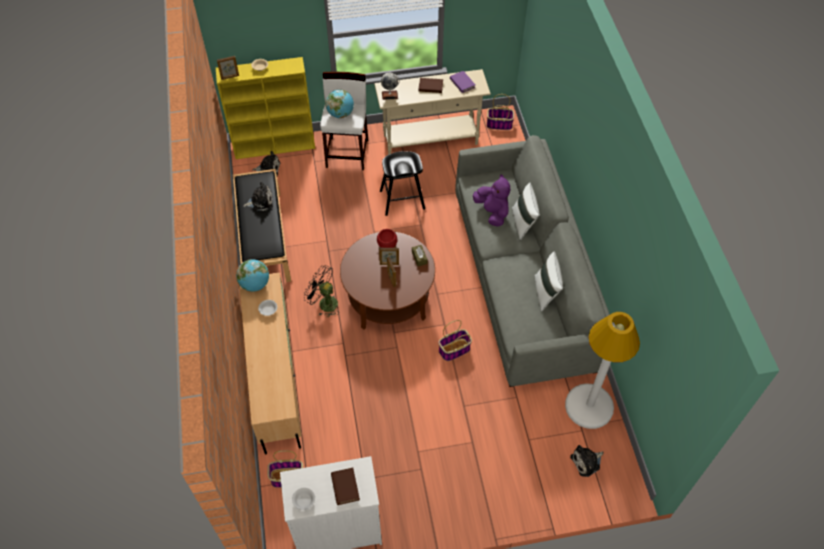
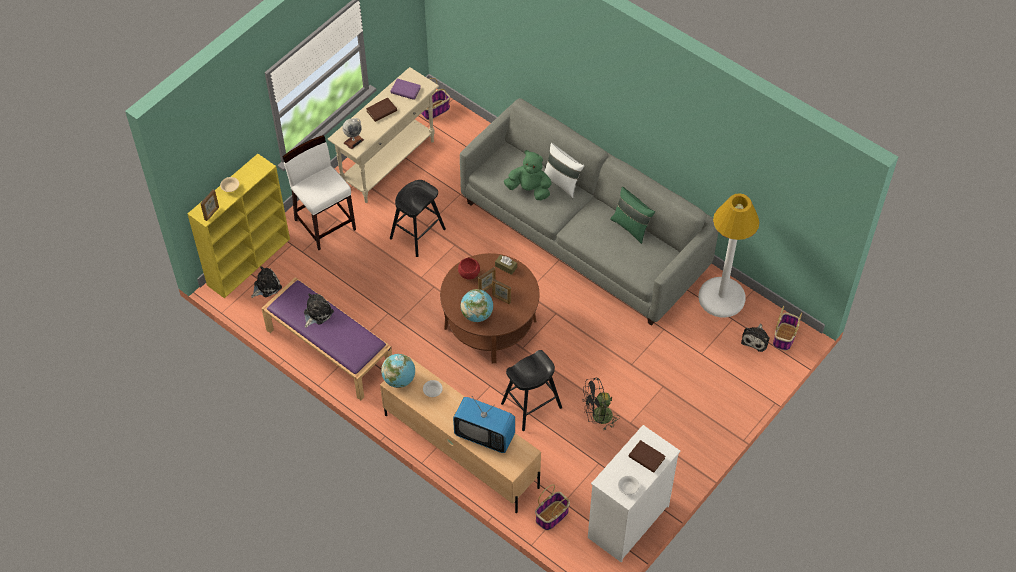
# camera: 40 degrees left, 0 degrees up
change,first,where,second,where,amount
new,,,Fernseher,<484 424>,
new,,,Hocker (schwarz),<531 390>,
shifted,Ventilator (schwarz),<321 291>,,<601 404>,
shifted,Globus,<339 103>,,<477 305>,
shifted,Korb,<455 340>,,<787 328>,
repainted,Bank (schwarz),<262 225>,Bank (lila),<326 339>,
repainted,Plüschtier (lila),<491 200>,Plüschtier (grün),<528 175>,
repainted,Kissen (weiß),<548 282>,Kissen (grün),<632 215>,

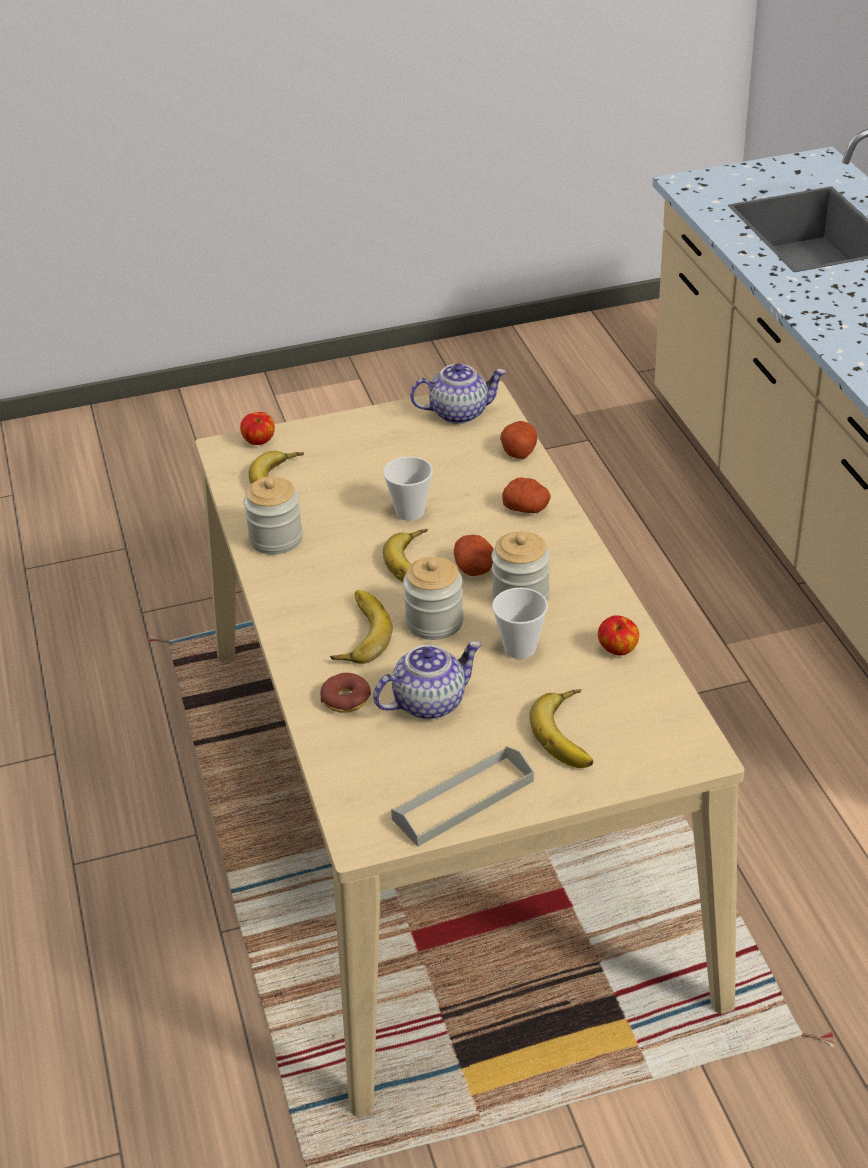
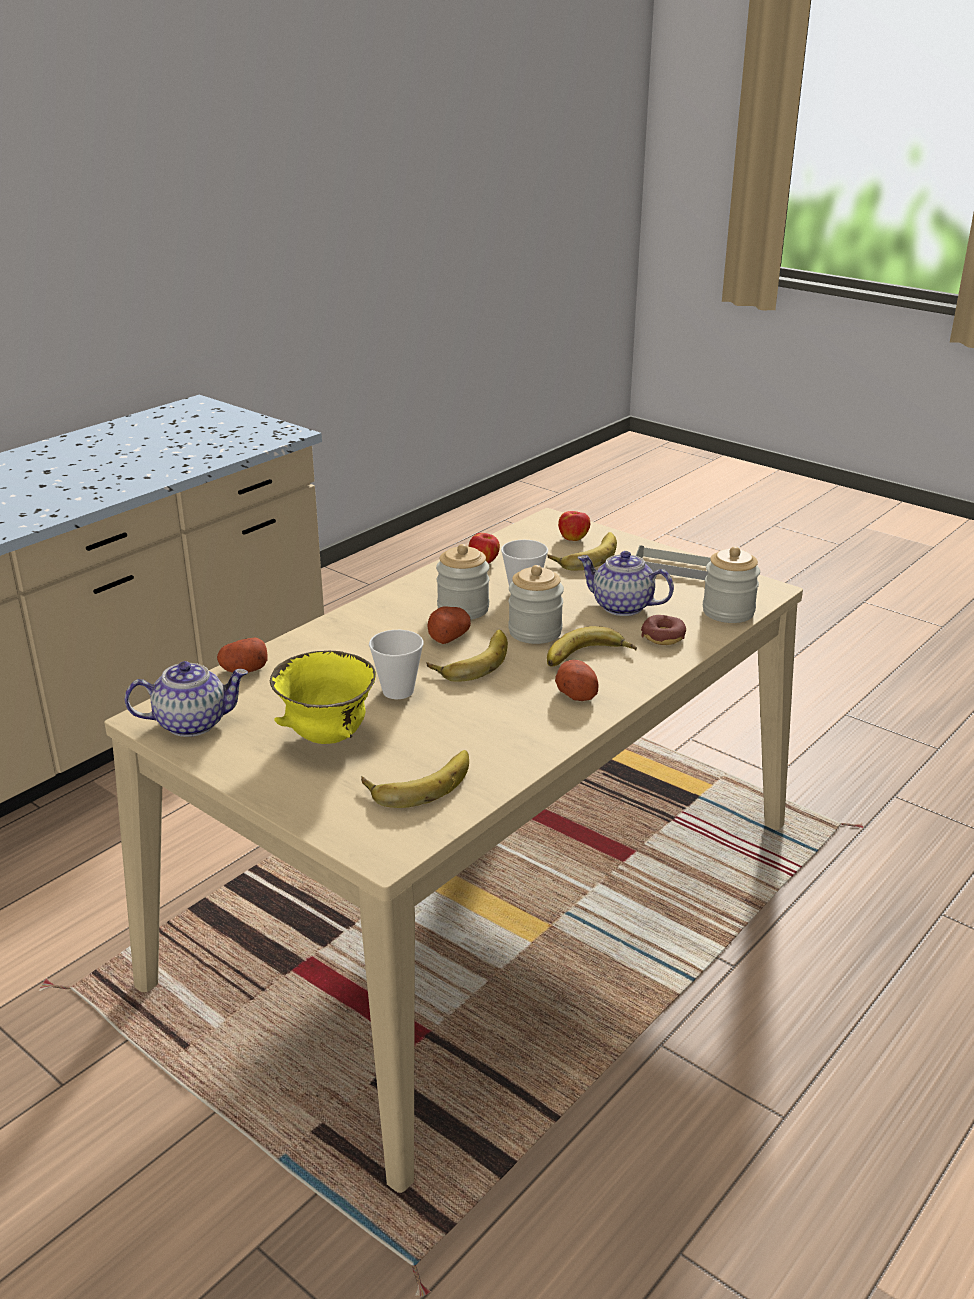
# camera: 125 degrees left, 10 degrees down
change,first,where,second,where,amount
new,,,Schüssel (gelb),<323 697>,
shifted,Apfel,<257 428>,,<574 526>,
shifted,Vorratsglas,<273 516>,,<731 584>,
shifted,Kartoffel,<526 495>,,<577 680>,
rotated,Teekanne,<458 393>,,<186 699>,120 degrees clockwise

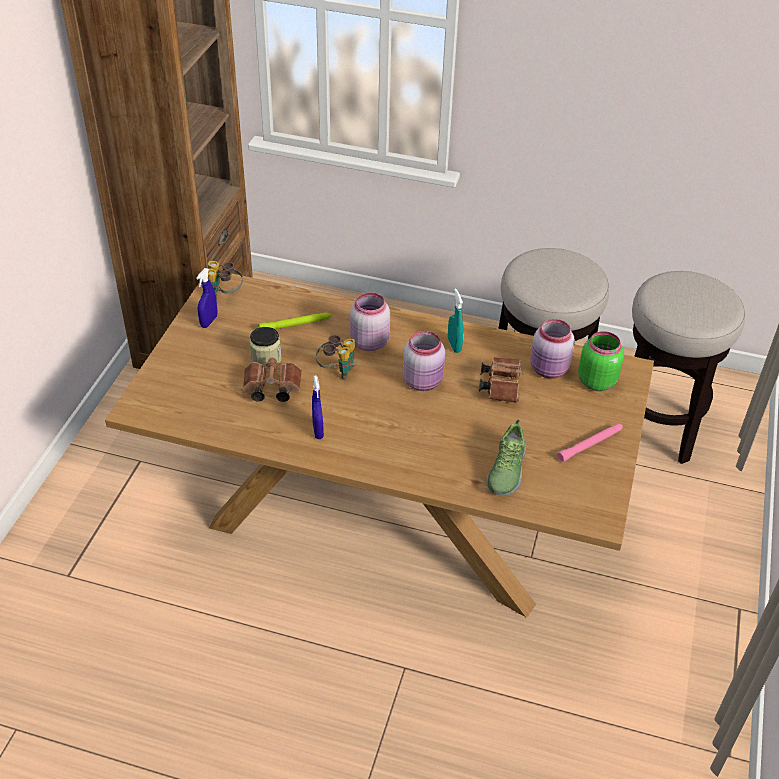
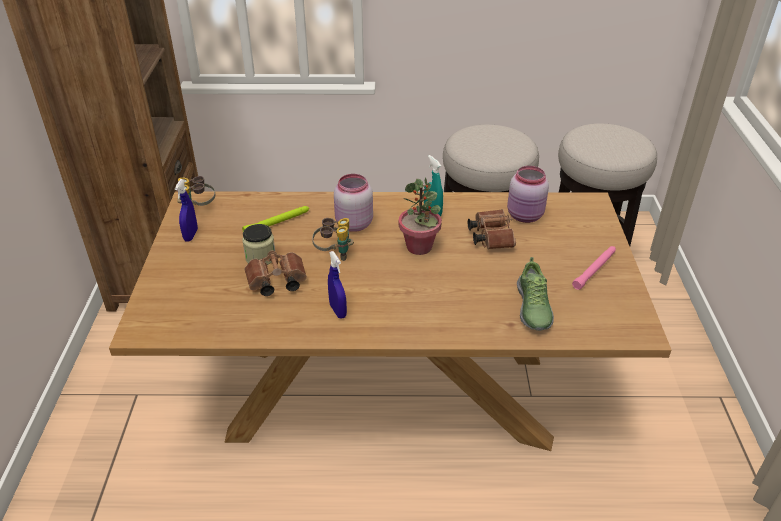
# camera: 15 degrees left, 5 degrees down
change,first,where,second,where,amount
gone,Vorratsglas (grün),<601 361>,,,
swapped,Vorratsglas (rosa),<424 361>,Topfpflanze,<420 216>,

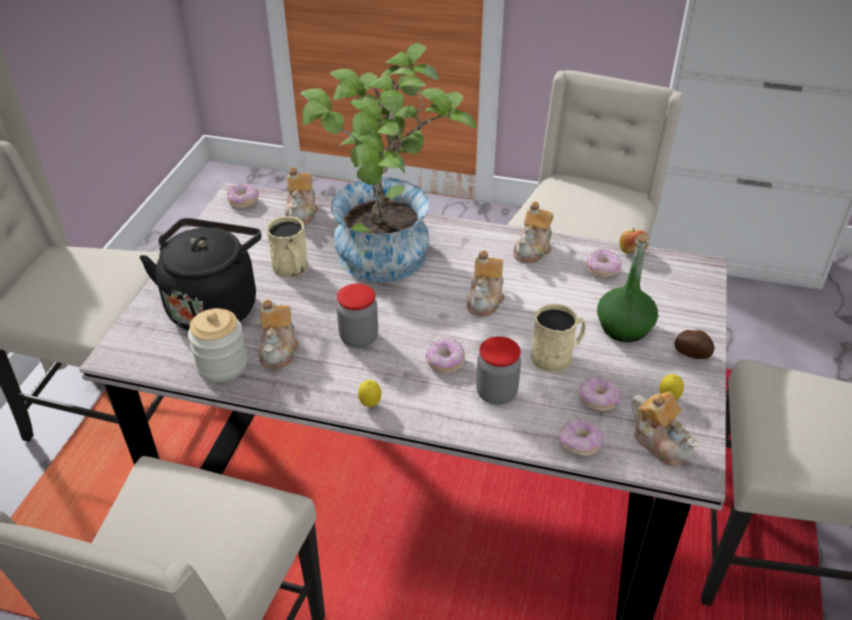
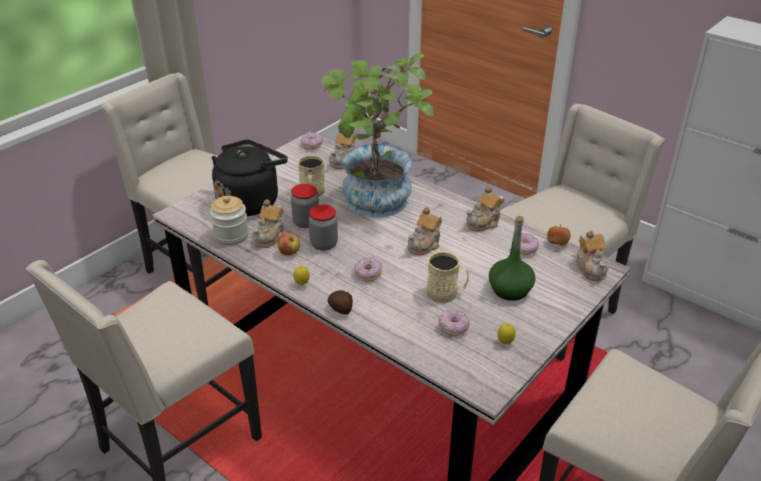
# camera: 25 degrees right, 5 degrees down
change,first,where,second,where,amount
gone,Donut,<581 437>,,,
new,,,Apfel,<288 244>,
shifted,Vorratsglas,<498 371>,,<305 206>,
shifted,Teekanne,<665 429>,,<592 255>,
shifted,Kartoffel,<695 344>,,<340 302>,

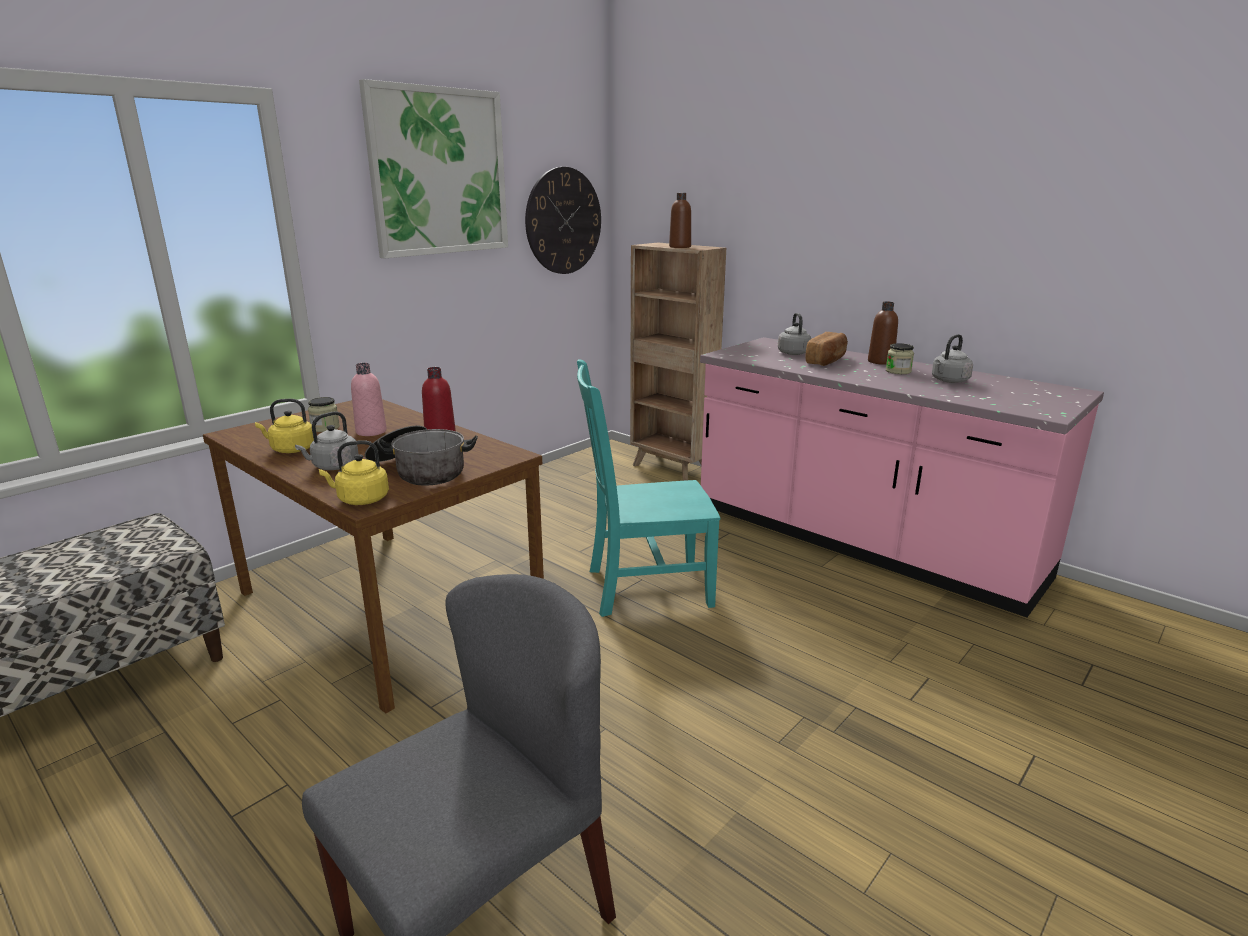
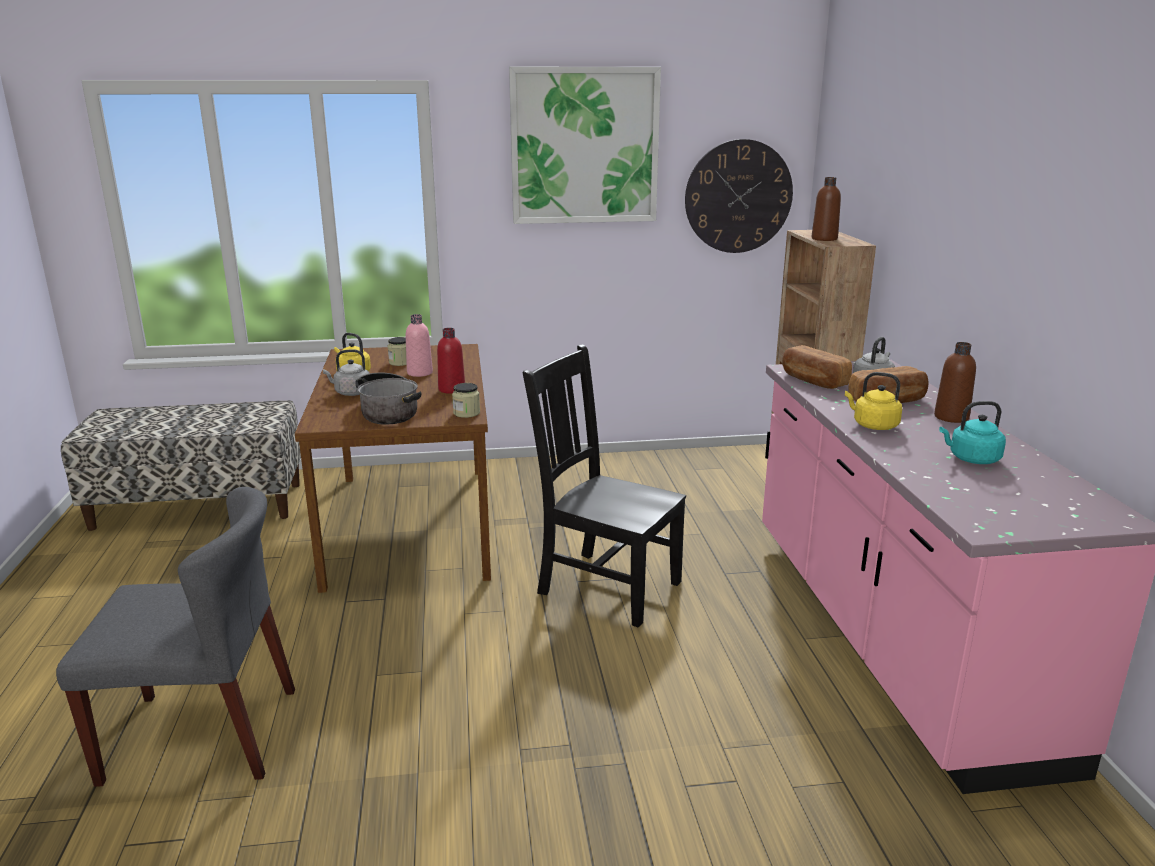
# camera: 40 degrees right, 0 degrees up
change,first,where,second,where,amount
new,,,Brot,<817 367>,
shifted,Wasserkessel (gelb),<354 472>,,<873 401>,
shifted,Vorratsglas,<900 358>,,<466 400>,
repainted,Stuhl (türkis),<648 488>,Stuhl (schwarz),<604 486>,
repainted,Wasserkessel (grau),<952 358>,Wasserkessel (türkis),<972 432>,

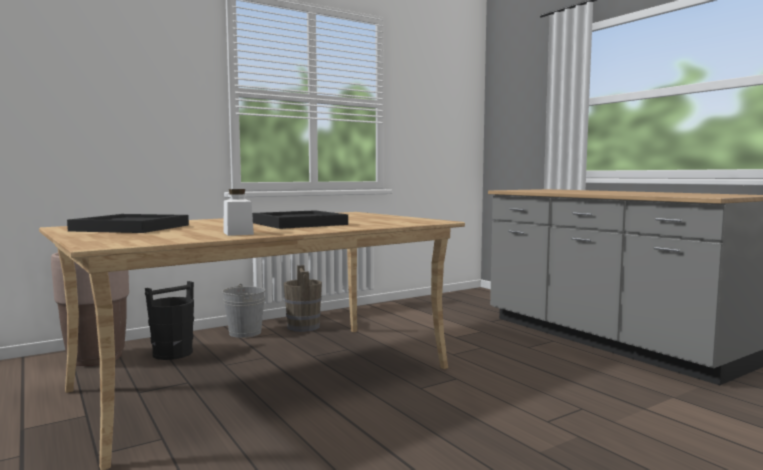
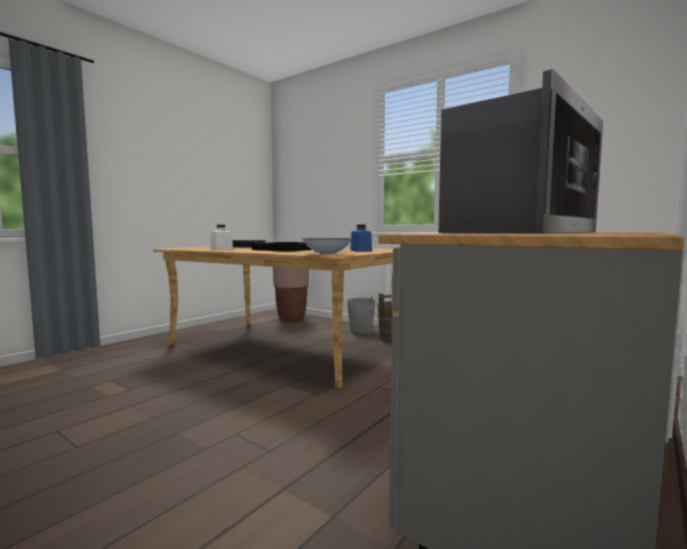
# camera: 70 degrees right, 0 degrees up
change,first,where,second,where,amount
gone,Eimer (schwarz),<169 320>,,,
new,,,Schüssel,<327 246>,
new,,,Vorratsglas (blau),<361 237>,
new,,,Mikrowelle,<520 151>,

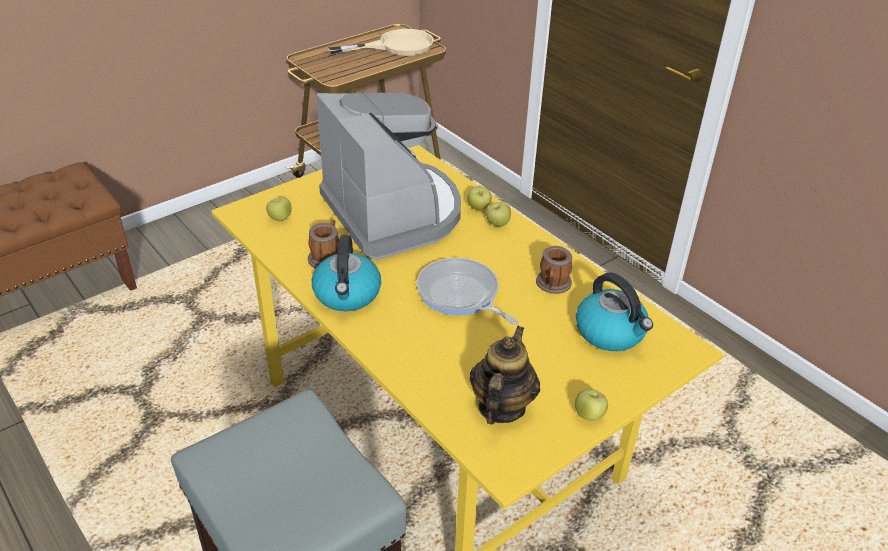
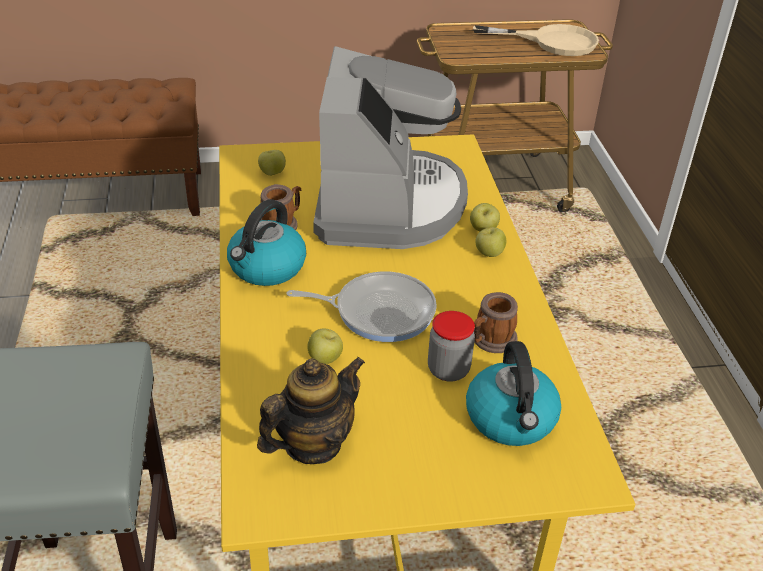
# camera: 30 degrees right, 0 degrees up
change,first,where,second,where,amount
new,,,Vorratsglas,<451 346>,
shifted,Apfel,<591 405>,,<325 346>,
rotated,Pfanne,<468 291>,,<362 306>,105 degrees clockwise

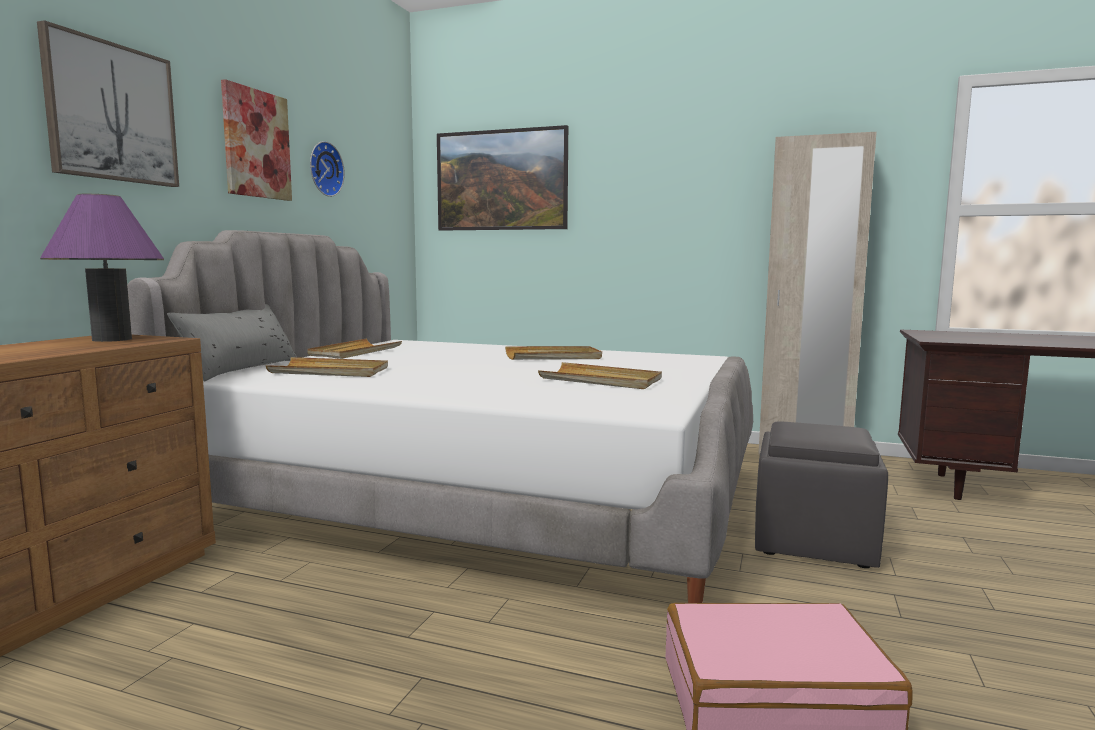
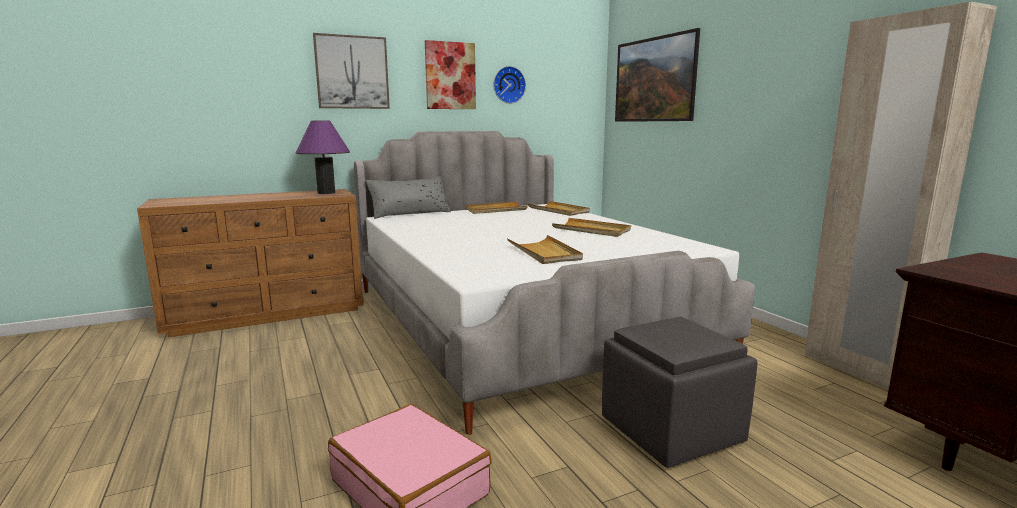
# camera: 45 degrees right, 5 degrees up
change,first,where,second,where,amount
shifted,Tablett (beige),<327 367>,,<559 208>,

